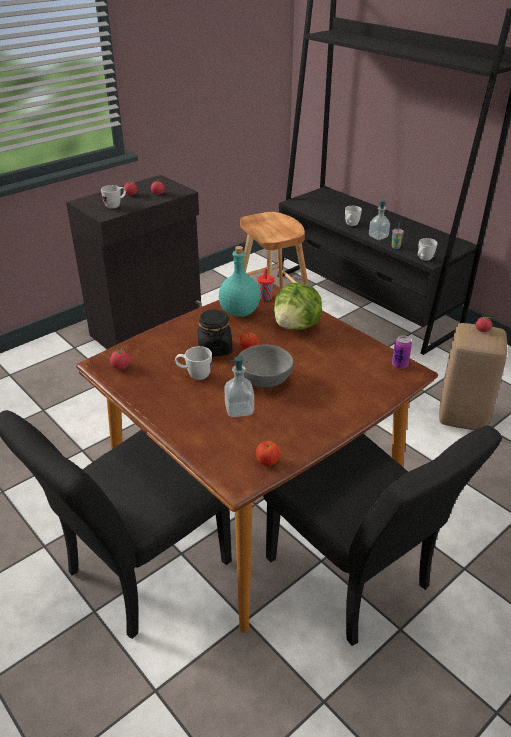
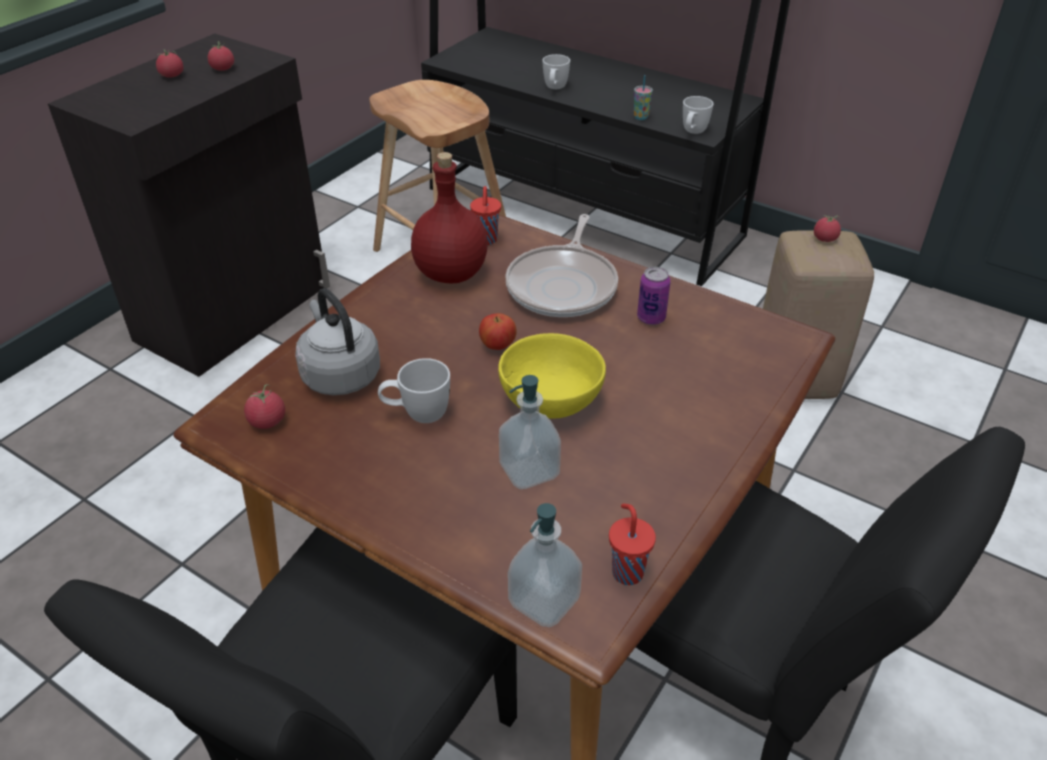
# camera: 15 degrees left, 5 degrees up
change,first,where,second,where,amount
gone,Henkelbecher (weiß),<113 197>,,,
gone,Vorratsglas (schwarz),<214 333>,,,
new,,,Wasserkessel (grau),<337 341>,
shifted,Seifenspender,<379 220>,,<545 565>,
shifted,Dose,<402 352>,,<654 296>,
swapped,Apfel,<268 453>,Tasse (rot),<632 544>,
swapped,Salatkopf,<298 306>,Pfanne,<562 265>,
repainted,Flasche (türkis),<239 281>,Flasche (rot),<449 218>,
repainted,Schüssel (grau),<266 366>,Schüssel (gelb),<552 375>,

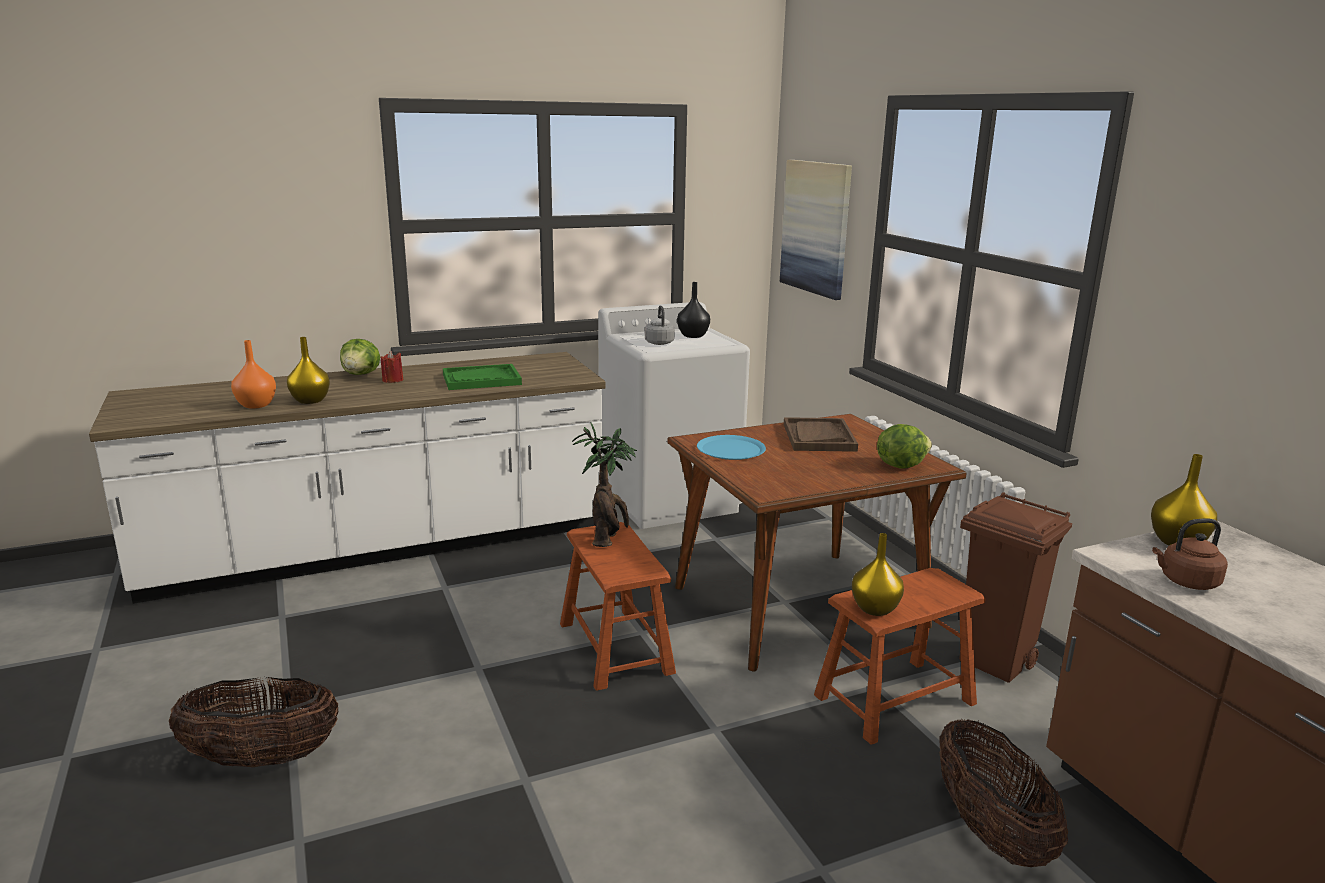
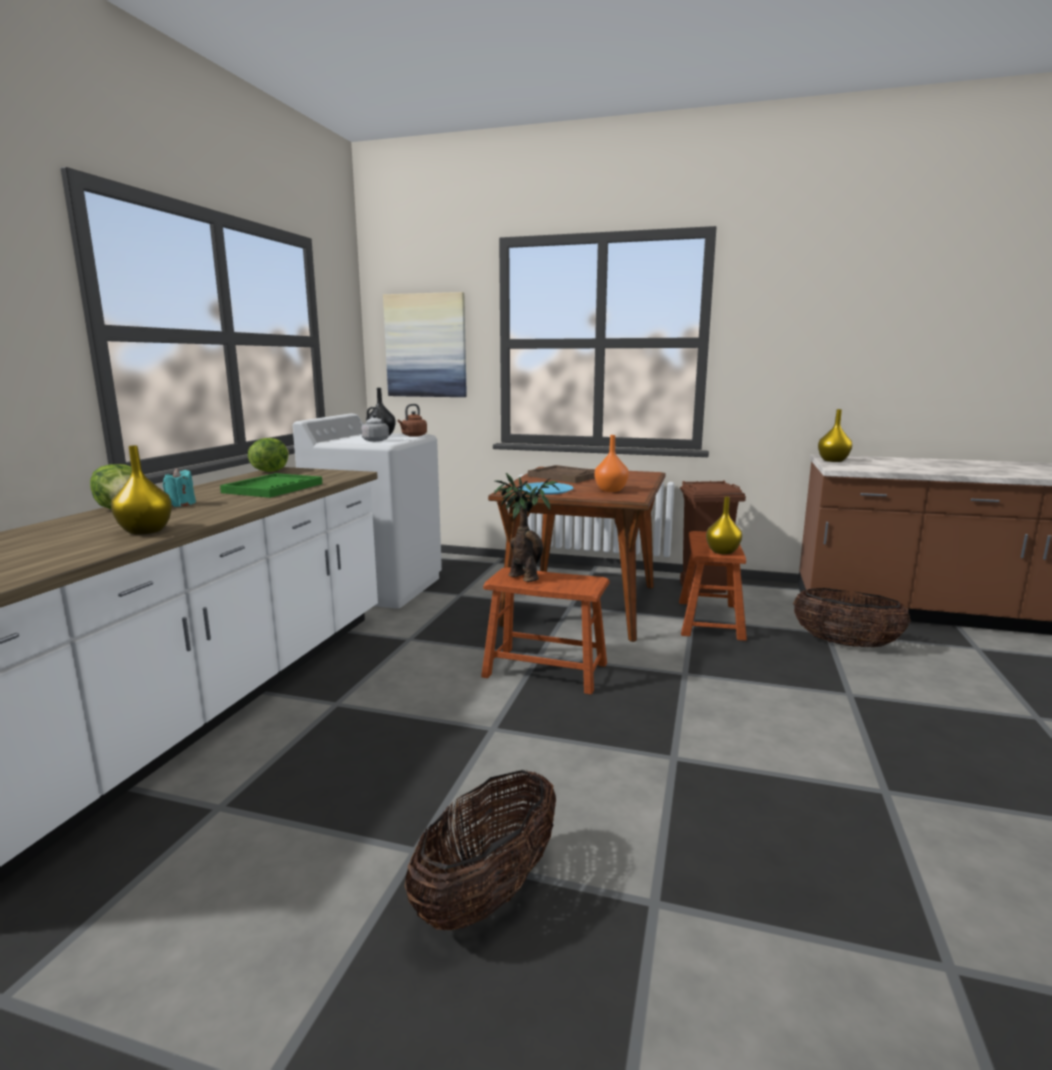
# camera: 50 degrees left, 5 degrees down
change,first,where,second,where,amount
shifted,Vase (orange),<253 374>,,<611 463>,
shifted,Salatkopf,<904 446>,,<268 455>,
shifted,Wasserkessel (braun),<1190 554>,,<412 420>,
repainted,Kerze (rot),<392 367>,Kerze (türkis),<179 488>,

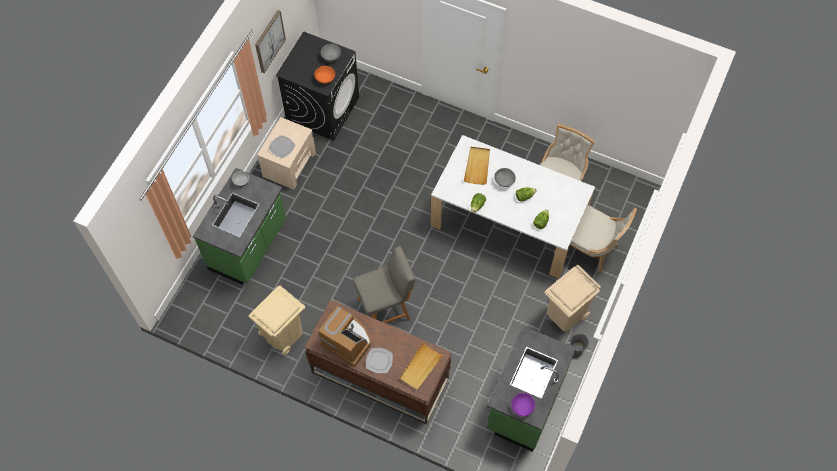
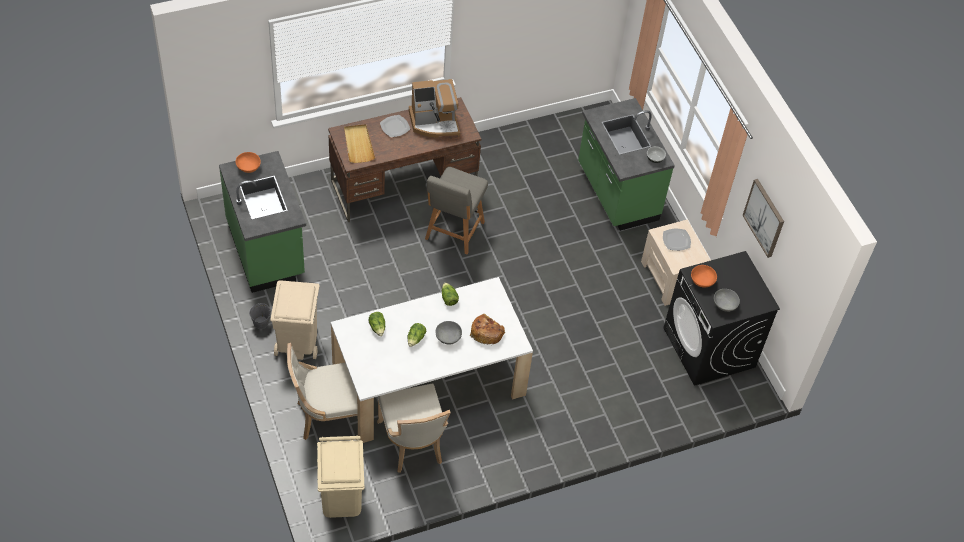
# camera: 130 degrees right, 10 degrees down
change,first,where,second,where,amount
shifted,Mülleimer (beige),<276 321>,,<340 477>,
swapped,Tablett (beige),<477 166>,Brot,<487 329>,
repainted,Schüssel (lila),<523 404>,Schüssel (orange),<248 162>,

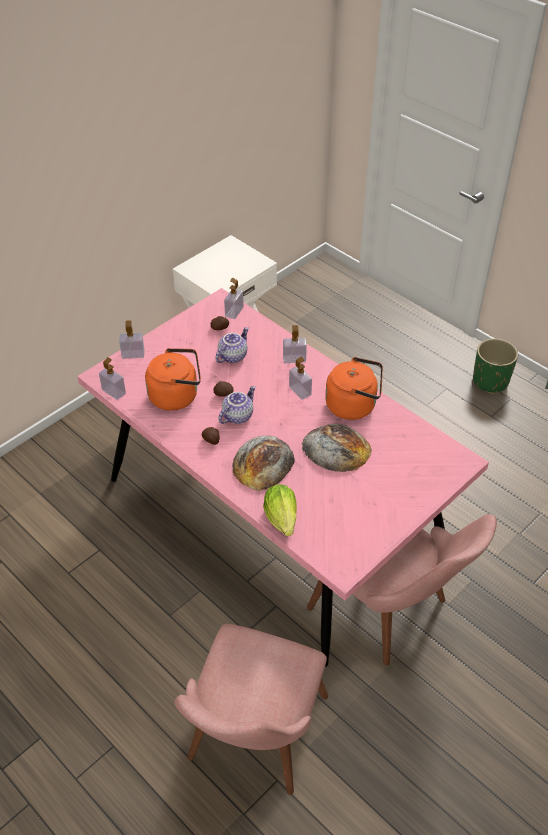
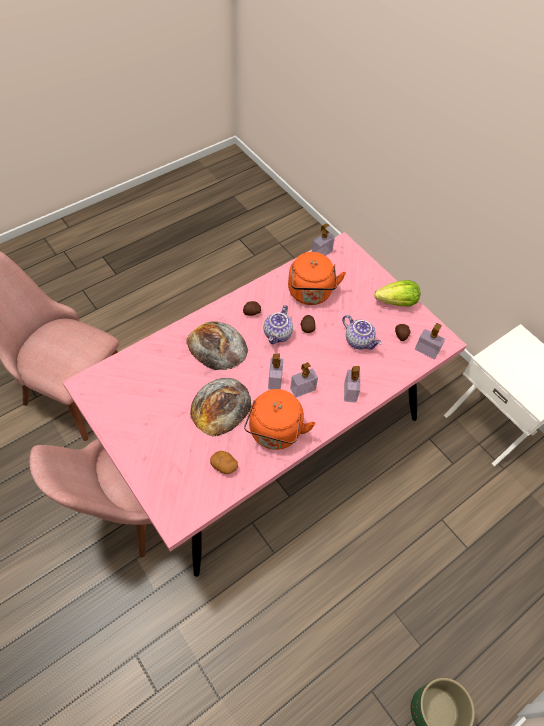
# camera: 95 degrees right, 10 degrees up
change,first,where,second,where,amount
new,,,Kartoffel,<224 462>,
shifted,Seifenspender,<131 339>,,<275 371>,
shifted,Salatkopf,<280 510>,,<397 293>,
rotated,Teekanne,<237 405>,,<278 324>,60 degrees clockwise

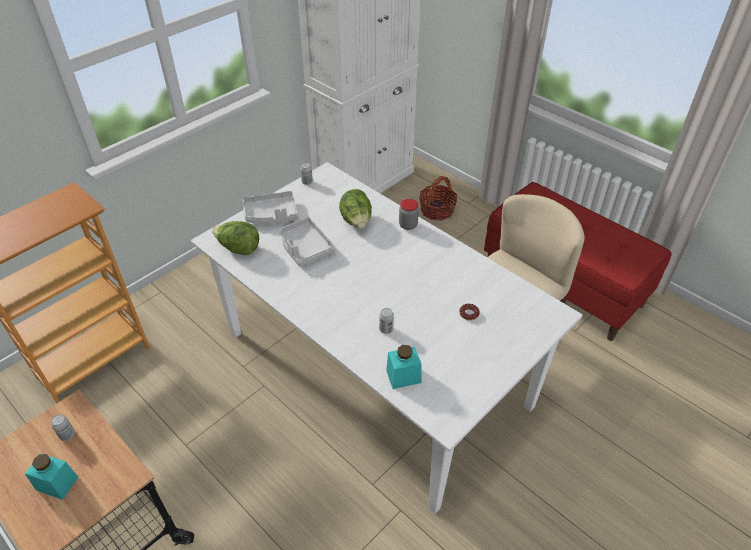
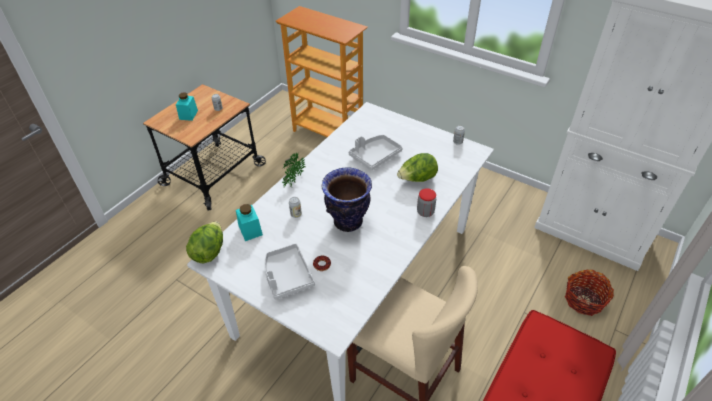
# camera: 80 degrees right, 0 degrees up
change,first,where,second,where,amount
new,,,Topfpflanze,<294 170>,
new,,,Vase,<347 199>,
shifted,Salatkopf,<235 238>,,<204 242>,
shifted,Tablett (grau),<270 207>,,<289 271>,

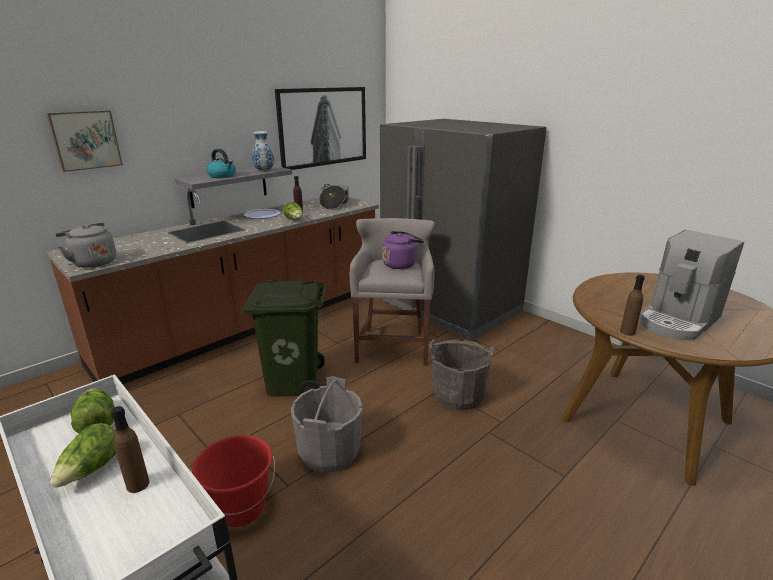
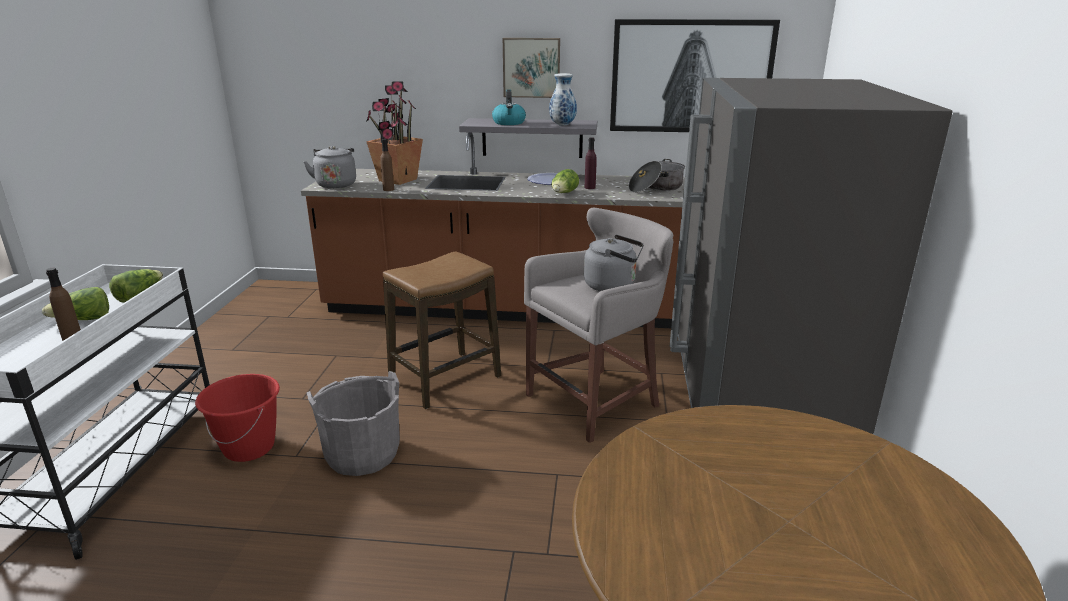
# camera: 50 degrees right, 0 degrees up
change,first,where,second,where,amount
gone,Eimer (grau),<461 374>,,,
gone,Kaffeemaschine,<691 285>,,,
new,,,Topfpflanze,<394 133>,
shifted,Bild,<84 141>,,<531 68>,
shifted,Flasche (braun),<632 305>,,<387 165>,
swapped,Mülleimer (grün),<284 338>,Hocker,<442 330>,
repainted,Wasserkessel (lila),<403 250>,Wasserkessel (grau),<614 263>,

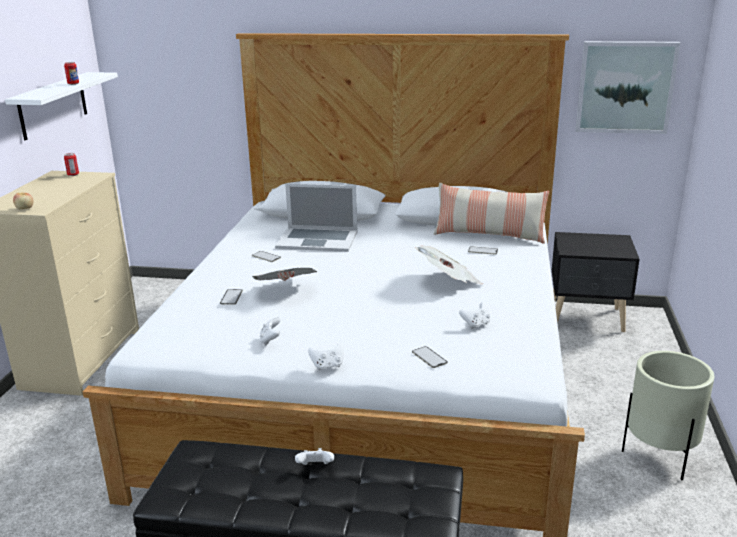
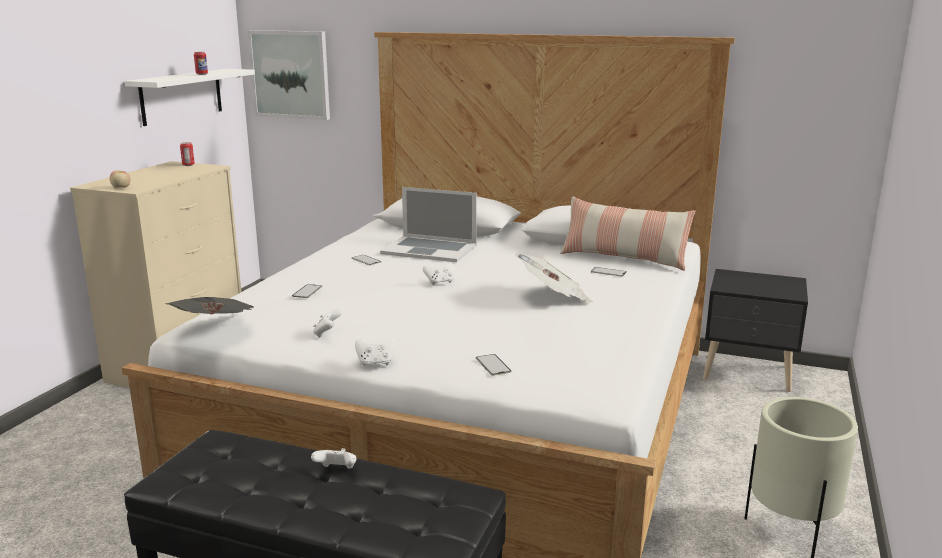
# camera: 10 degrees right, 5 degrees down
change,first,where,second,where,amount
shifted,Zeitung,<285 274>,,<209 305>,
shifted,Gamepad (weiß),<475 315>,,<438 273>,
shifted,Bild,<627 87>,,<288 75>,

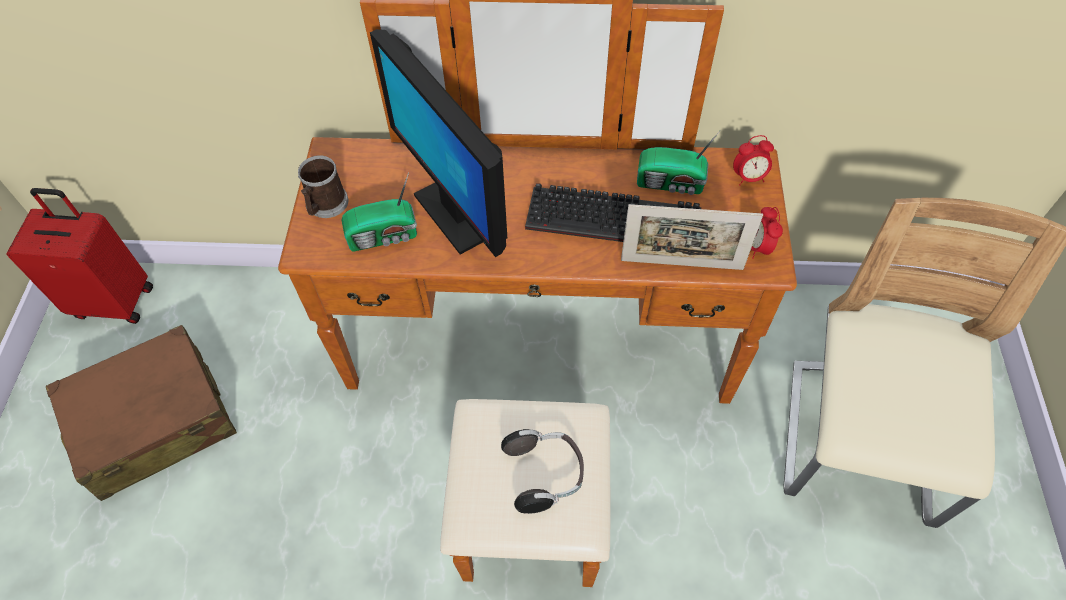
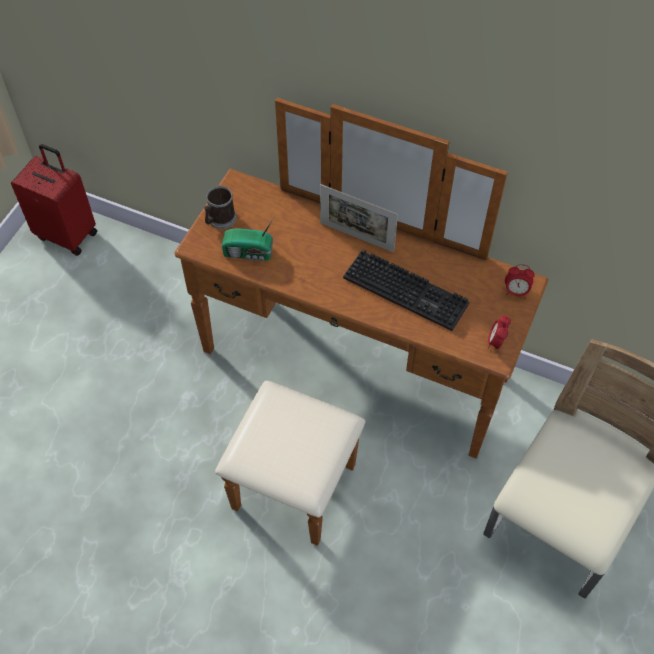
# camera: 20 degrees right, 0 degrees up
change,first,where,second,where,amount
gone,Koffer (braun),<141 413>,,,
gone,Monitor,<438 143>,,,
gone,Kopfhörer,<542 471>,,,
gone,Radio,<678 163>,,,
shifted,Bilderrahmen,<692 237>,,<359 218>,

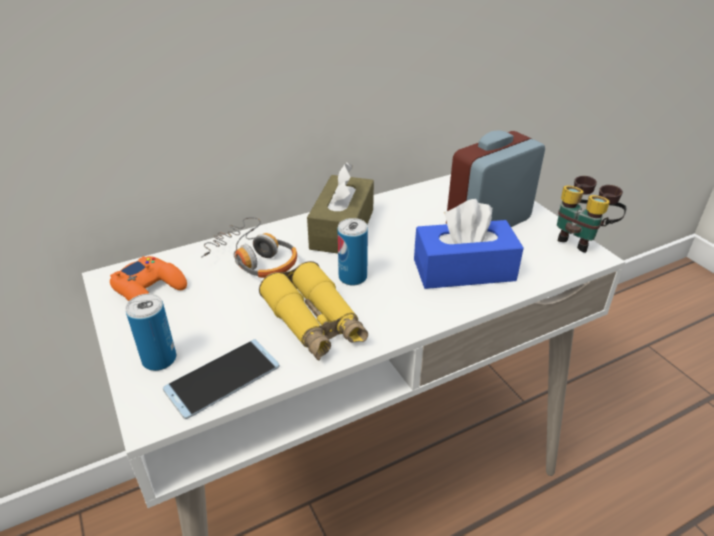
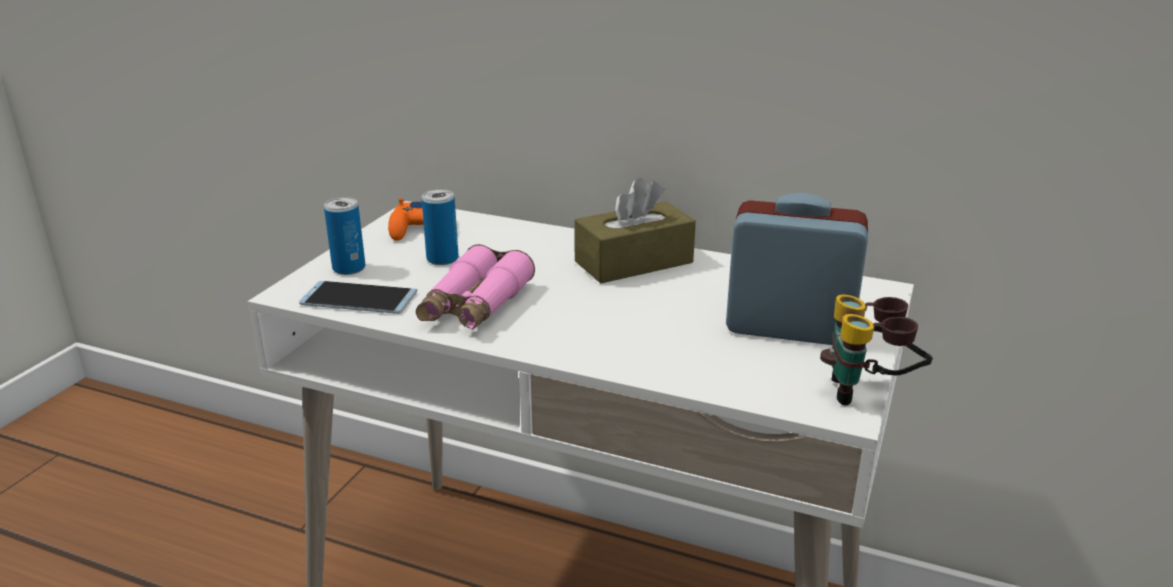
# camera: 50 degrees right, 10 degrees down
change,first,where,second,where,amount
gone,Kopfhörer,<249 247>,,,
gone,Taschentuchbox (blau),<469 244>,,,
shifted,Dose,<353 252>,,<440 227>,
repainted,Fernglas (gelb),<313 310>,Fernglas (rosa),<475 287>,

